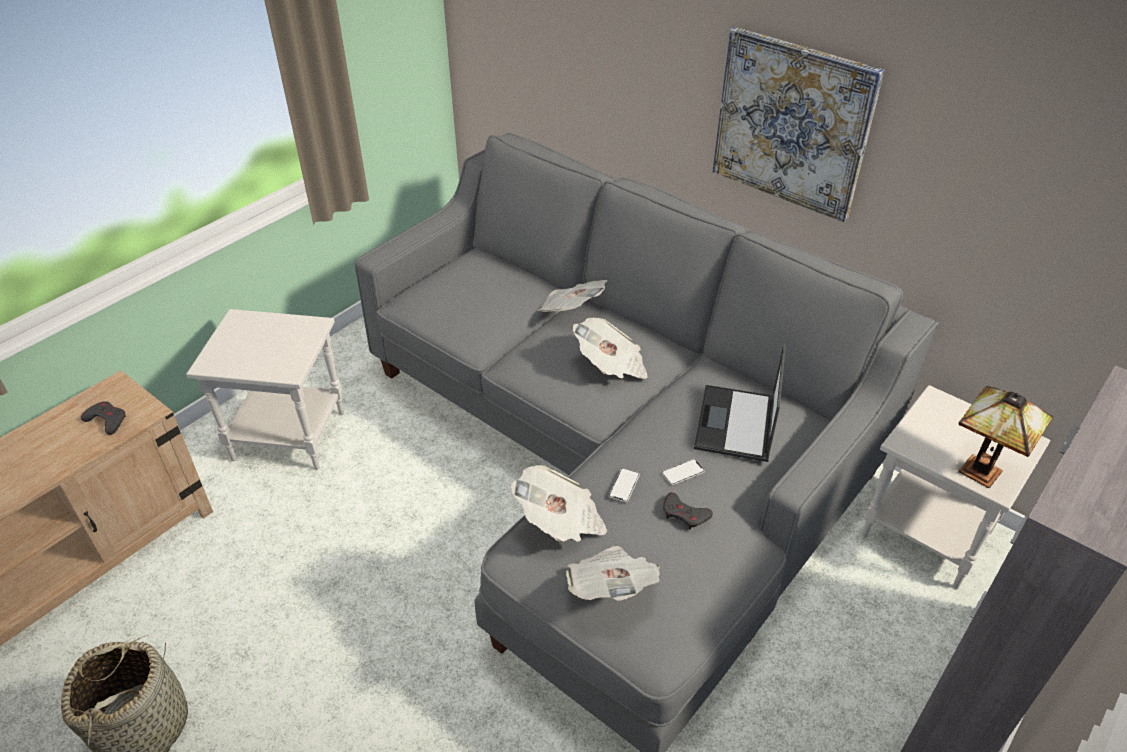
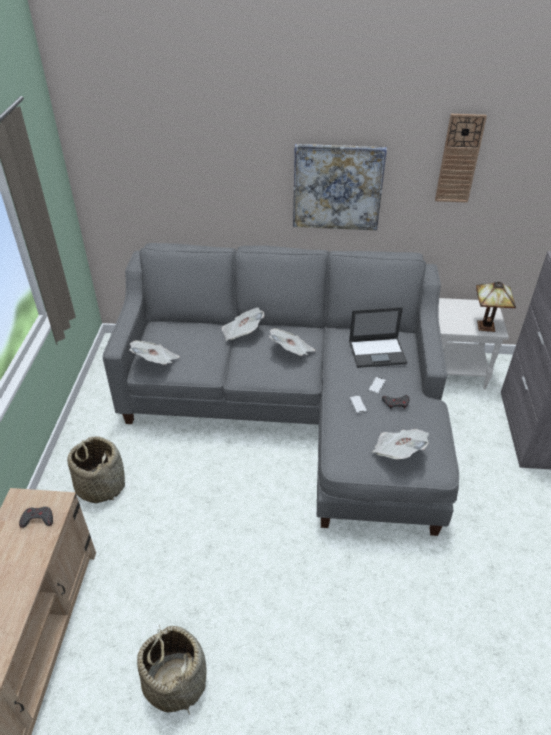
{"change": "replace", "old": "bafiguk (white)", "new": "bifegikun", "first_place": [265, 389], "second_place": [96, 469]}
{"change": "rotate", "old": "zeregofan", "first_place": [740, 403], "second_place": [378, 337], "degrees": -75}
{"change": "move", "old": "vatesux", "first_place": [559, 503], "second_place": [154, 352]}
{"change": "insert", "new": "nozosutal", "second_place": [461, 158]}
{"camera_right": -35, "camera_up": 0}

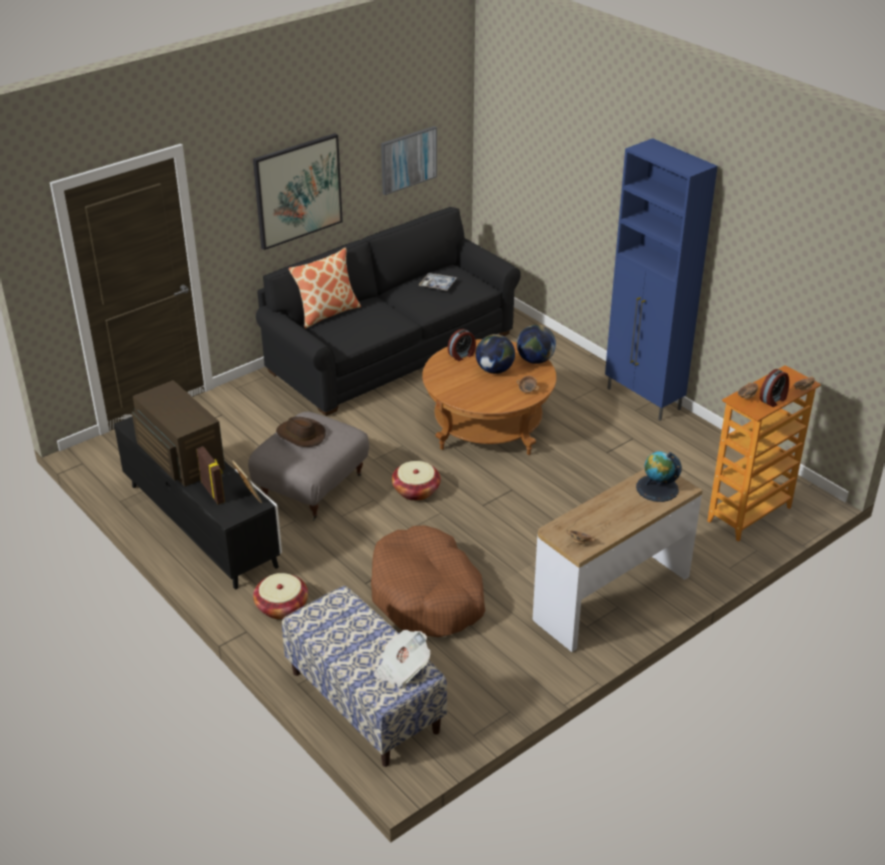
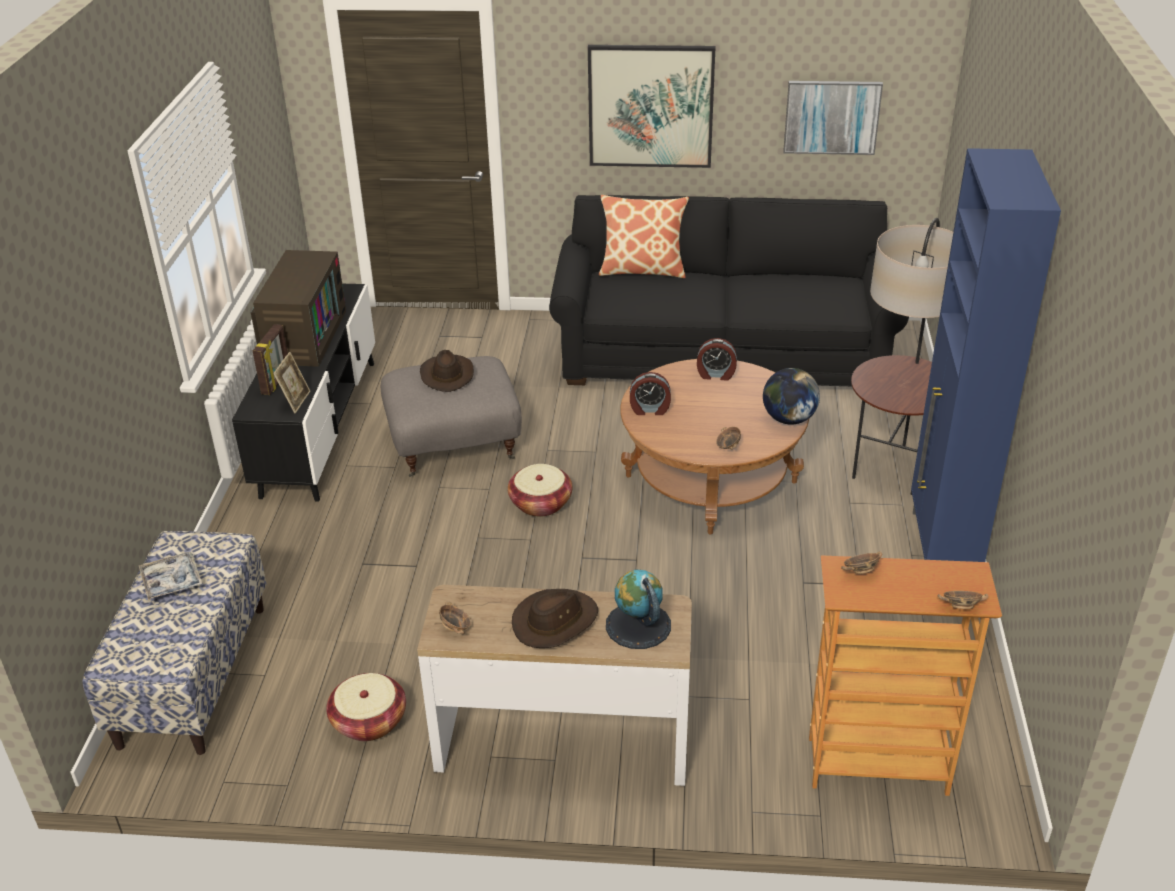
{"change": "move", "old": "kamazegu", "first_place": [437, 282], "second_place": [170, 576]}
{"change": "delete", "old": "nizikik", "first_place": [495, 354]}
{"change": "move", "old": "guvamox", "first_place": [774, 388], "second_place": [650, 393]}
{"change": "delete", "old": "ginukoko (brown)", "first_place": [428, 581]}
{"change": "move", "old": "bifegikun", "first_place": [280, 596], "second_place": [366, 707]}
{"change": "delete", "old": "vatesux", "first_place": [402, 658]}
{"change": "insert", "new": "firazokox", "second_place": [902, 356]}
{"change": "insert", "new": "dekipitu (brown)", "second_place": [555, 618]}
{"camera_right": 45, "camera_up": 0}

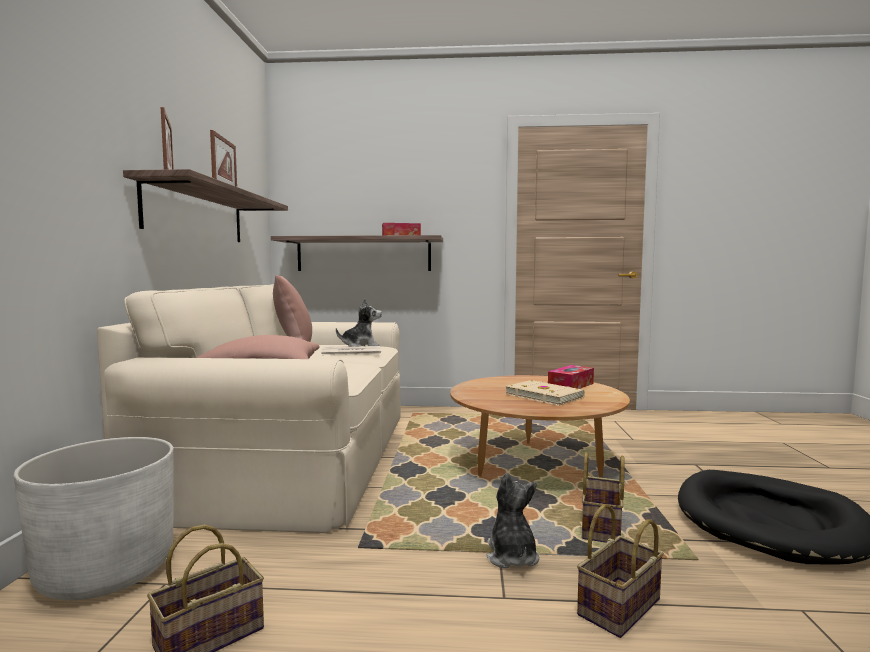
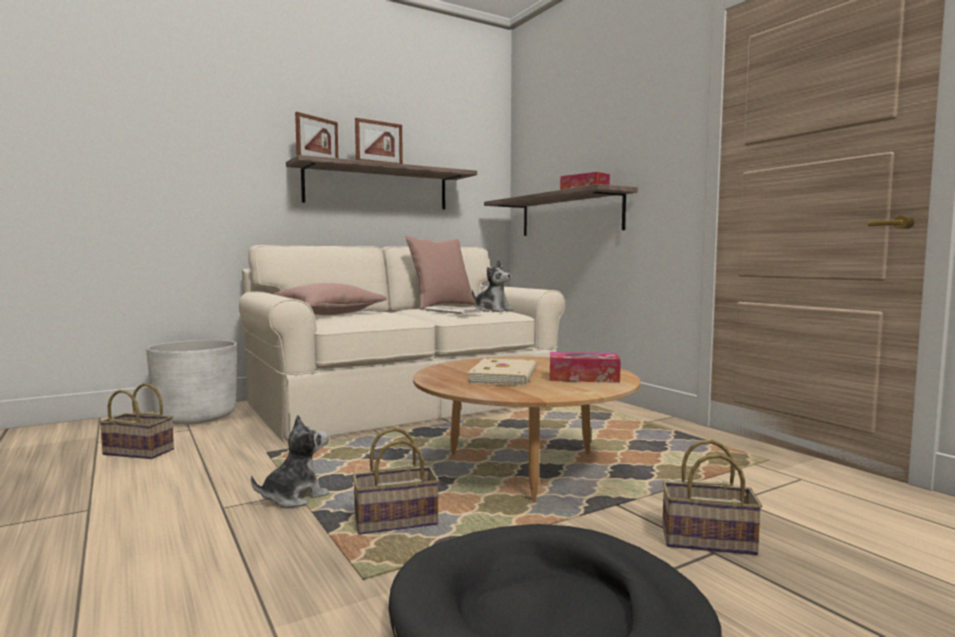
{"change": "move", "old": "bifegikun", "first_place": [620, 571], "second_place": [712, 497]}
{"camera_right": 55, "camera_up": 0}

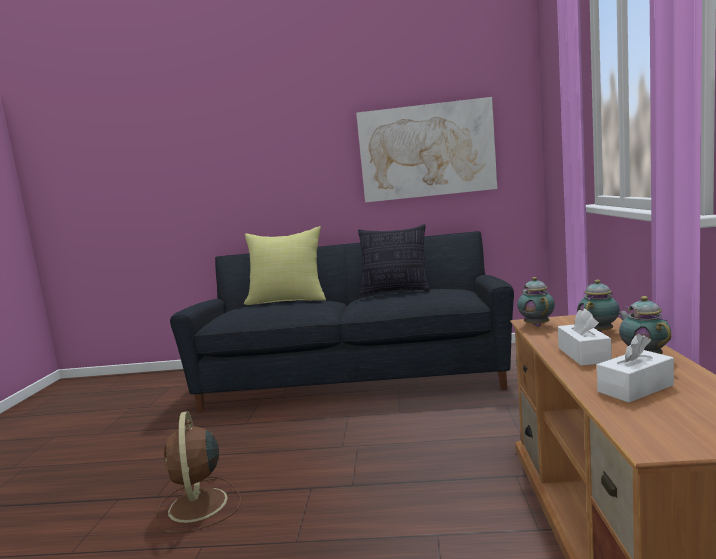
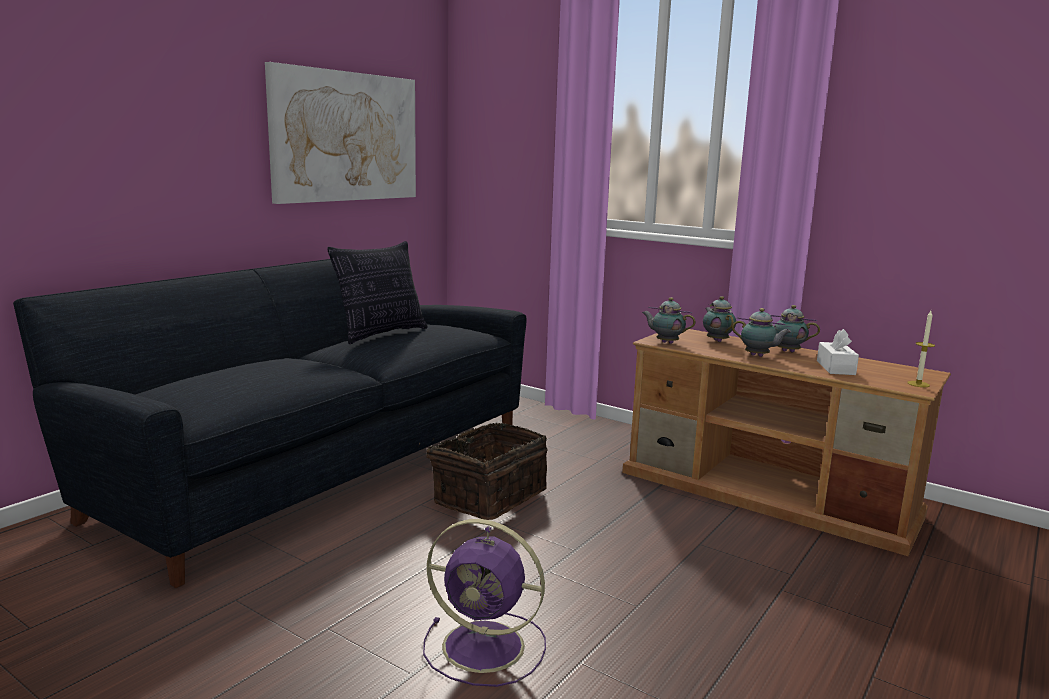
{"change": "delete", "old": "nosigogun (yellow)", "first_place": [285, 265]}
{"change": "replace", "old": "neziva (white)", "new": "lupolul", "first_place": [585, 337], "second_place": [761, 332]}
{"change": "recolor", "old": "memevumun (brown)", "new": "memevumun (purple)", "first_place": [198, 472], "second_place": [484, 603]}
{"change": "insert", "new": "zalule", "second_place": [921, 349]}
{"change": "insert", "new": "bifegikun", "second_place": [483, 471]}
{"camera_right": -60, "camera_up": 5}

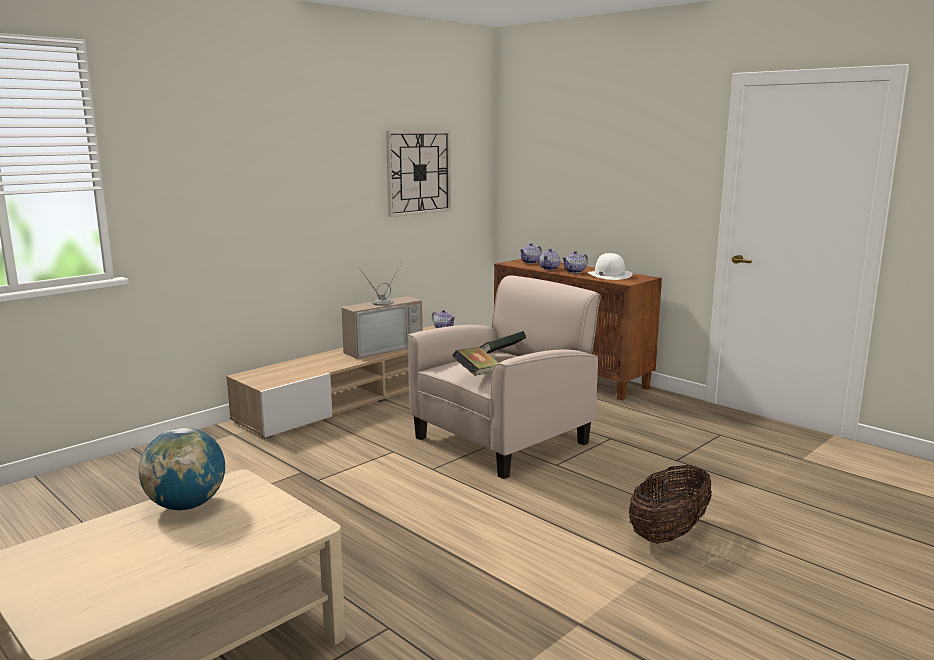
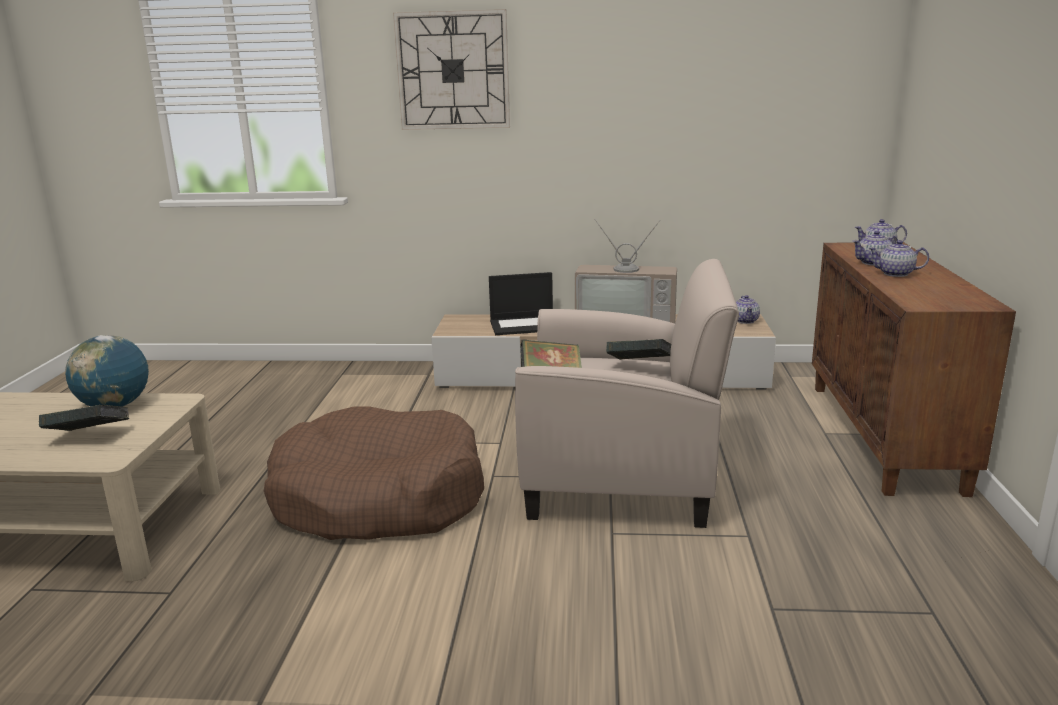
{"change": "move", "old": "nozosutal", "first_place": [418, 173], "second_place": [451, 69]}
{"change": "delete", "old": "dekipitu (white)", "first_place": [610, 266]}
{"change": "delete", "old": "bifegikun", "first_place": [670, 504]}
{"change": "insert", "new": "zeregofan", "second_place": [521, 303]}
{"change": "insert", "new": "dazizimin", "second_place": [84, 418]}
{"change": "insert", "new": "ginukoko (brown)", "second_place": [374, 473]}
{"camera_right": 50, "camera_up": 5}

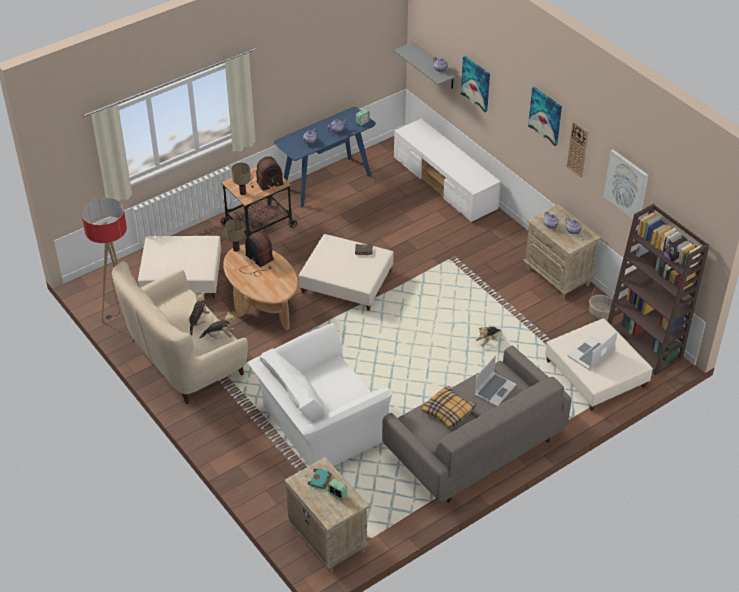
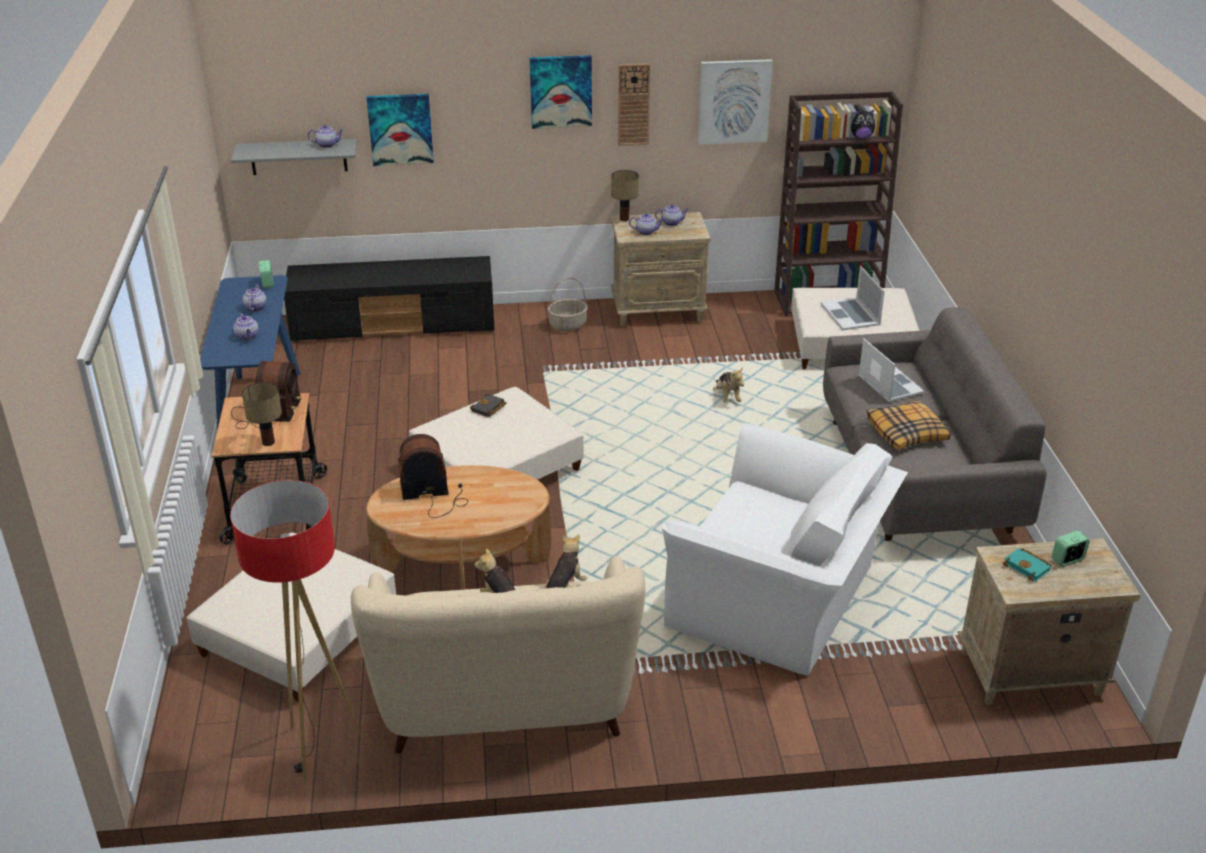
{"change": "recolor", "old": "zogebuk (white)", "new": "zogebuk (black)", "first_place": [447, 170], "second_place": [389, 299]}
{"change": "move", "old": "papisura", "first_place": [235, 235], "second_place": [625, 195]}
{"change": "move", "old": "bifegikun", "first_place": [603, 302], "second_place": [568, 304]}
{"change": "rotate", "old": "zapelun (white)", "first_place": [320, 394], "second_place": [785, 549], "degrees": -60}
{"camera_right": -60, "camera_up": -10}

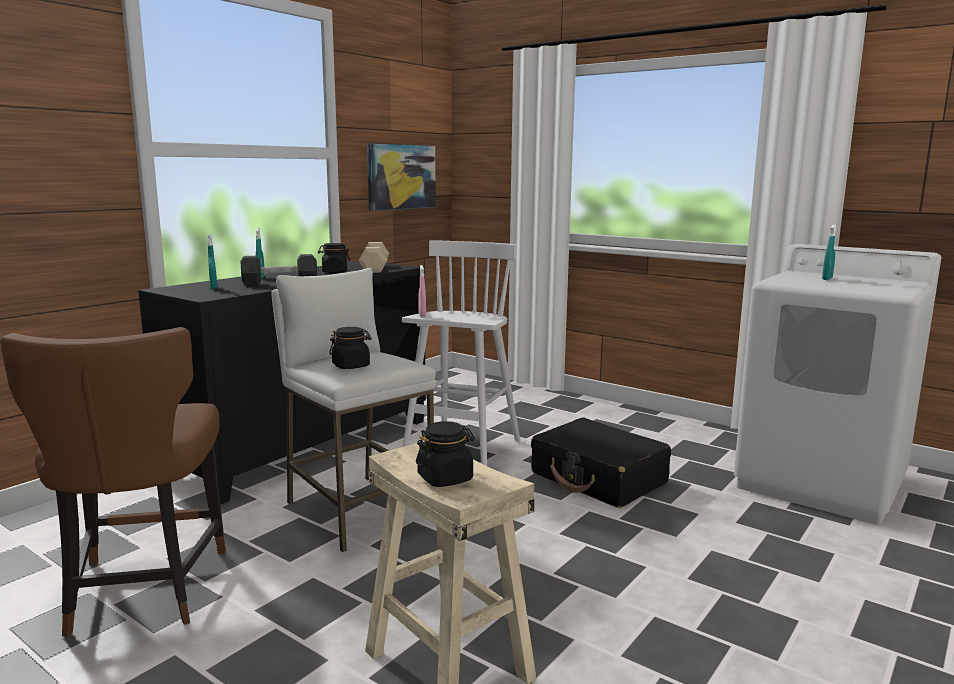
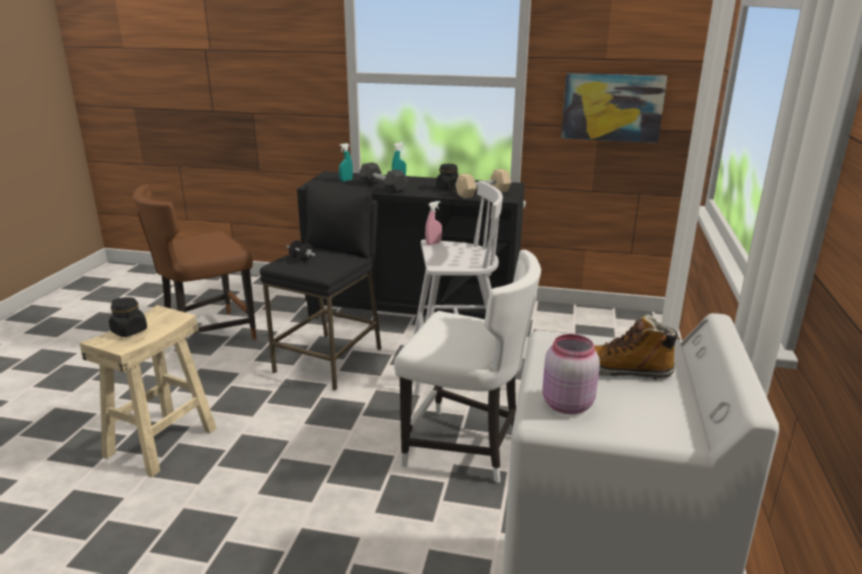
{"change": "replace", "old": "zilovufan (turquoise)", "new": "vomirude", "first_place": [829, 252], "second_place": [637, 346]}
{"change": "recolor", "old": "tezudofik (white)", "new": "tezudofik (black)", "first_place": [353, 410], "second_place": [320, 287]}
{"change": "replace", "old": "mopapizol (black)", "new": "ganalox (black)", "first_place": [350, 348], "second_place": [301, 250]}
{"change": "replace", "old": "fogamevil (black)", "new": "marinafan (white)", "first_place": [601, 462], "second_place": [467, 366]}
{"change": "insert", "new": "mopapizol (pink)", "second_place": [571, 374]}
{"camera_right": 65, "camera_up": 10}

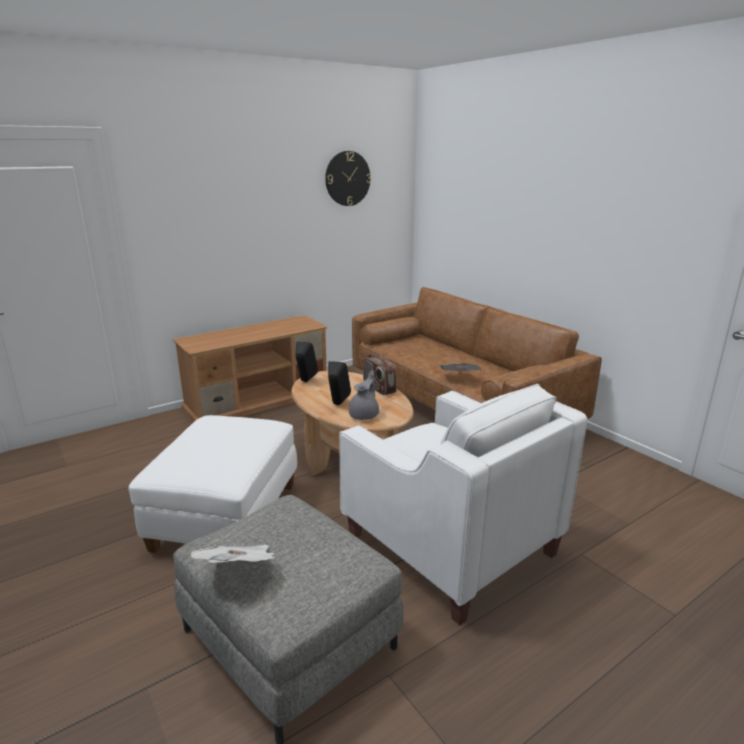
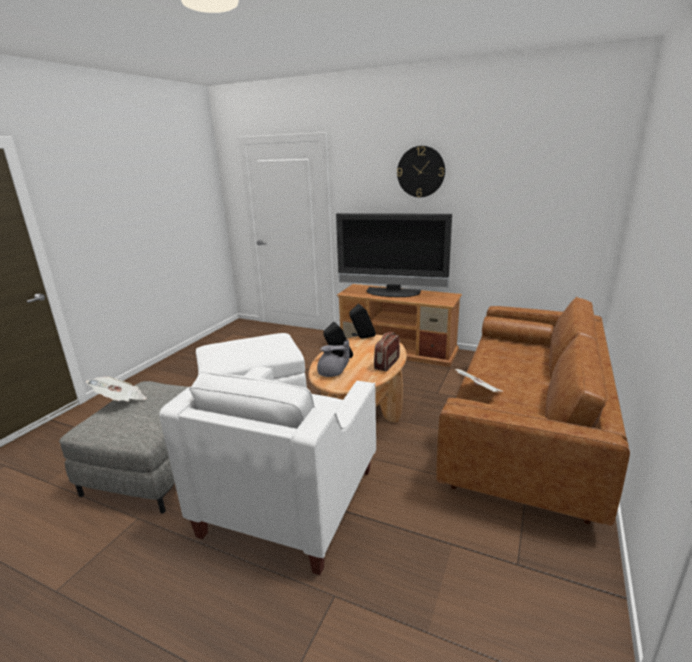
{"change": "move", "old": "nozosutal", "first_place": [348, 178], "second_place": [421, 171]}
{"change": "insert", "new": "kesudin", "second_place": [394, 255]}
{"camera_right": 60, "camera_up": 0}

